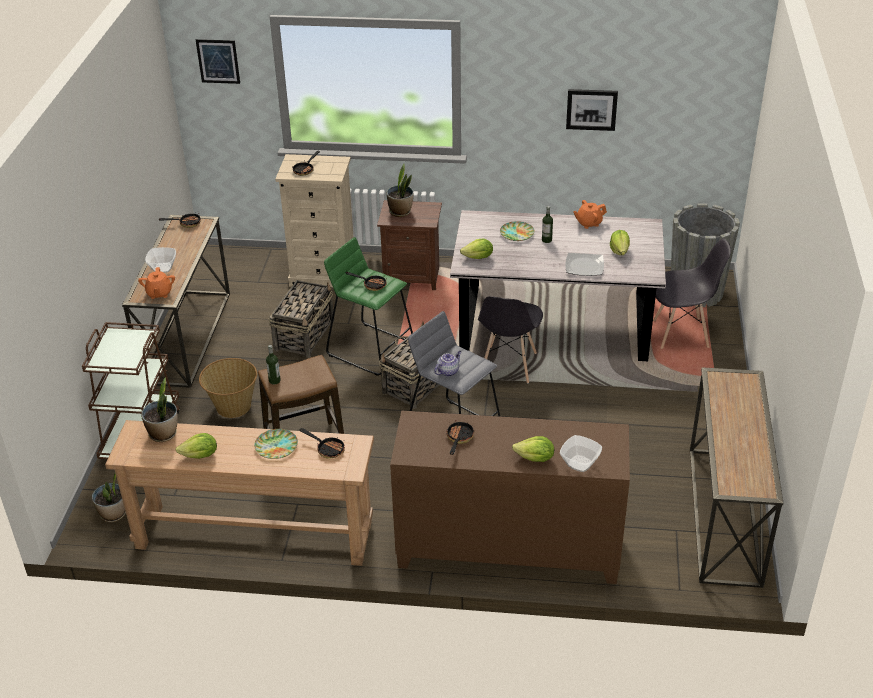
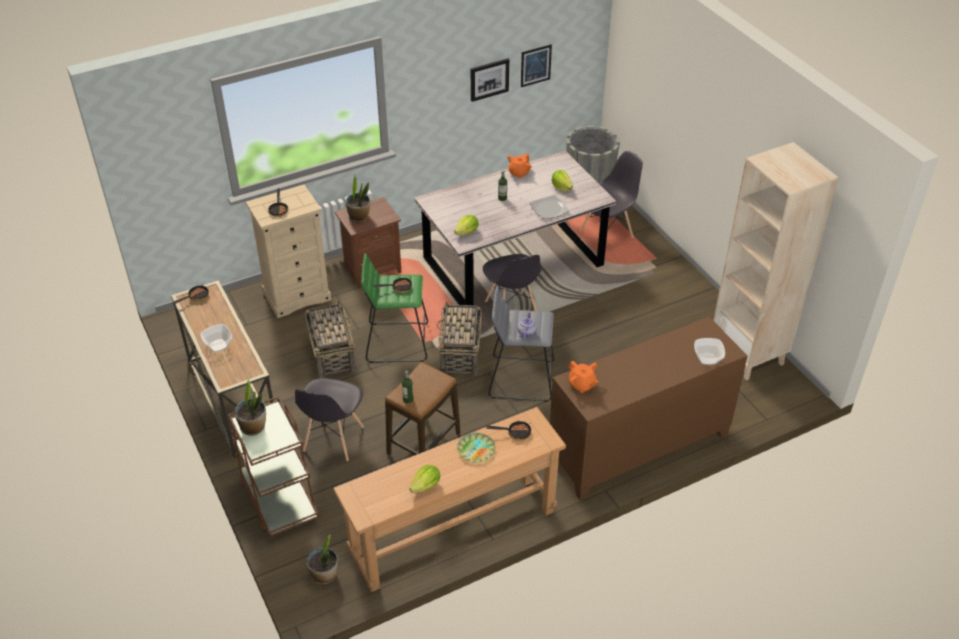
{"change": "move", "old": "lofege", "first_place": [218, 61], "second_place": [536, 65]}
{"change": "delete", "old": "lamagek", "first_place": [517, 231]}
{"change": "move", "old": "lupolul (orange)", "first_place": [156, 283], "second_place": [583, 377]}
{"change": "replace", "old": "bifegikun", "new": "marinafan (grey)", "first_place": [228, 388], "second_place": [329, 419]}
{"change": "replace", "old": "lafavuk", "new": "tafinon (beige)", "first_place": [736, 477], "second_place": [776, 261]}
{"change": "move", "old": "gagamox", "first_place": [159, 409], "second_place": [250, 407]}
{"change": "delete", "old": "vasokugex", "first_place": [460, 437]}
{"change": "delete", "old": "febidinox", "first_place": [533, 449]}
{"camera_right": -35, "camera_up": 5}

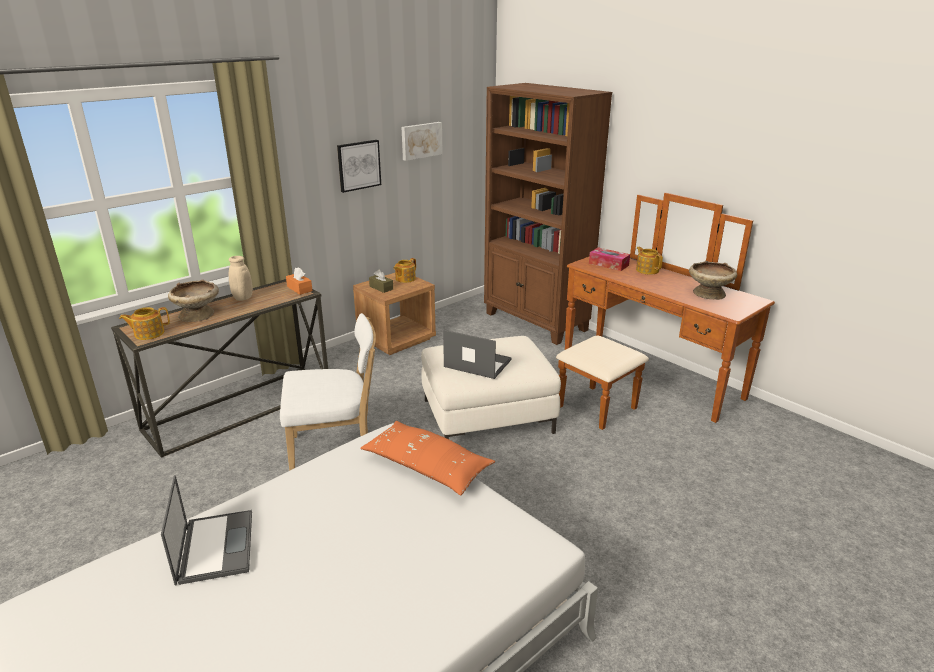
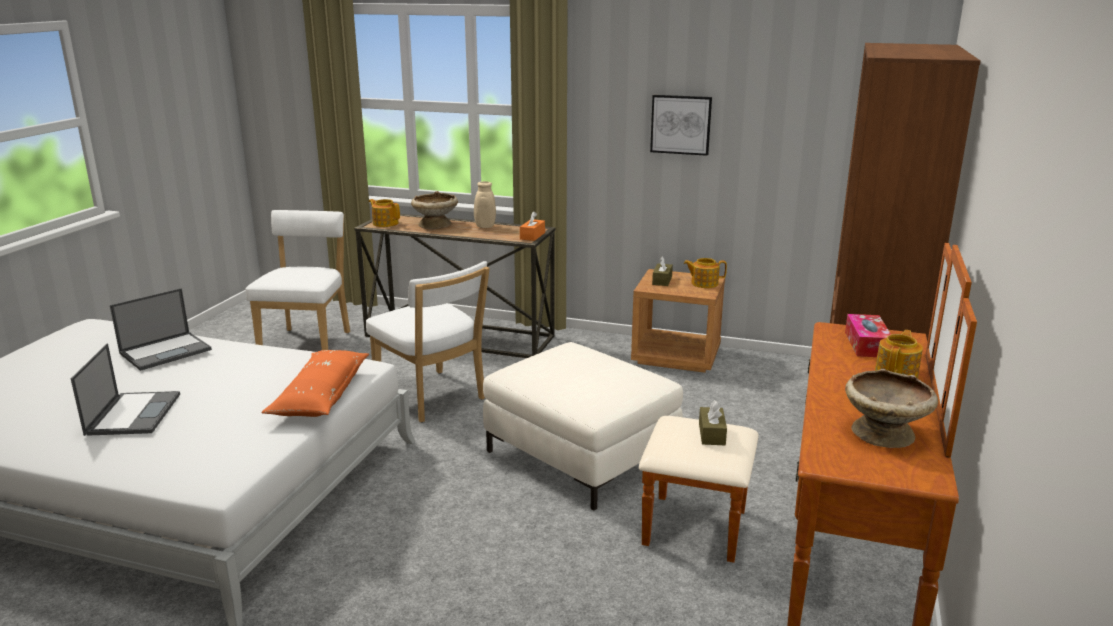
{"change": "delete", "old": "lofege", "first_place": [422, 141]}
{"change": "move", "old": "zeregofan", "first_place": [477, 354], "second_place": [125, 389]}
{"change": "insert", "new": "marinafan (white)", "second_place": [298, 280]}
{"change": "insert", "new": "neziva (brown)", "second_place": [713, 422]}
{"camera_right": 60, "camera_up": -5}

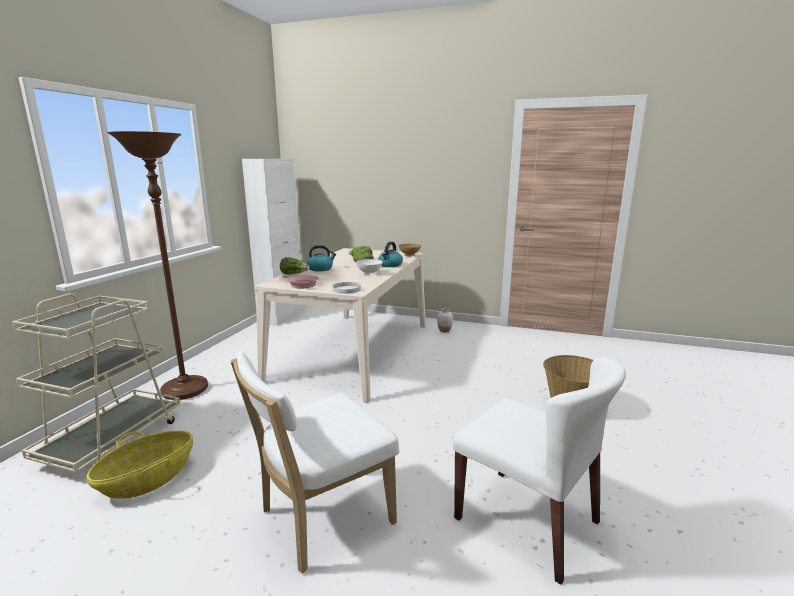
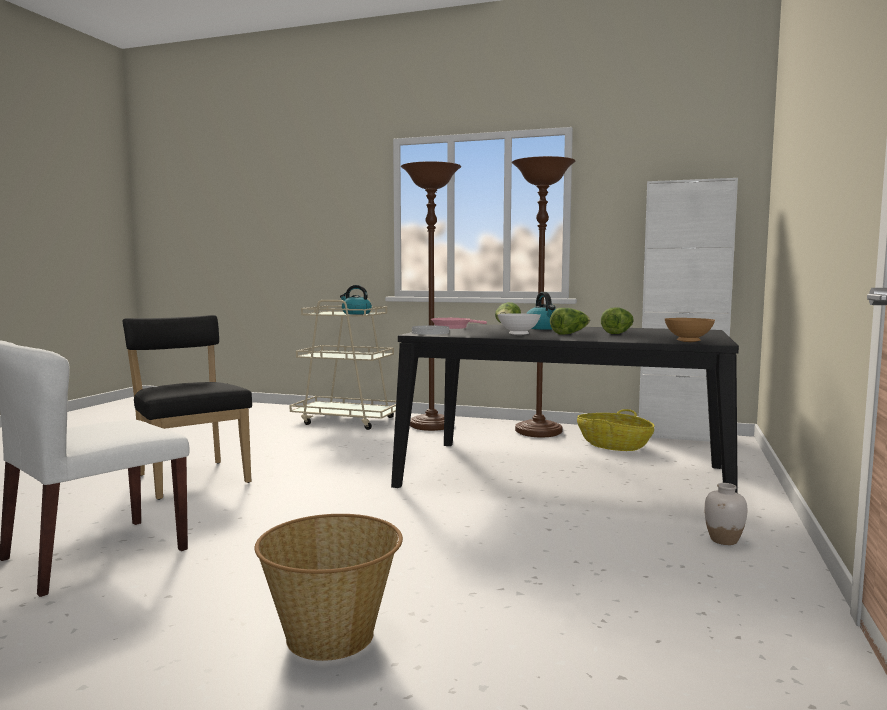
{"change": "move", "old": "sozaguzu", "first_place": [390, 254], "second_place": [356, 299]}
{"change": "recolor", "old": "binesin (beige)", "new": "binesin (black)", "first_place": [340, 325], "second_place": [565, 408]}
{"change": "recolor", "old": "marinafan (white)", "new": "marinafan (black)", "first_place": [315, 462], "second_place": [187, 407]}
{"change": "move", "old": "bifegikun", "first_place": [140, 465], "second_place": [616, 430]}
{"change": "insert", "new": "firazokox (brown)", "second_place": [544, 296]}
{"camera_right": 90, "camera_up": -10}

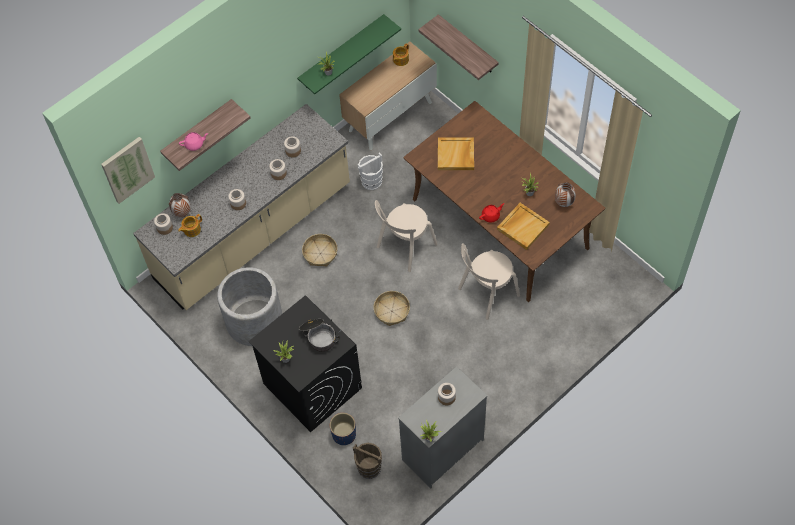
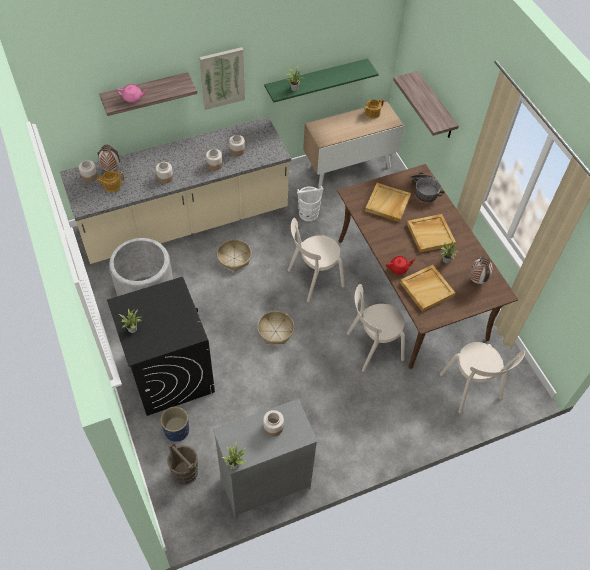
{"change": "move", "old": "lofege", "first_place": [128, 170], "second_place": [222, 78]}
{"change": "move", "old": "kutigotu", "first_place": [319, 335], "second_place": [426, 187]}
{"change": "insert", "new": "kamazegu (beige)", "second_place": [431, 233]}
{"change": "insert", "new": "marinafan (beige)", "second_place": [482, 377]}
{"camera_right": 15, "camera_up": -5}

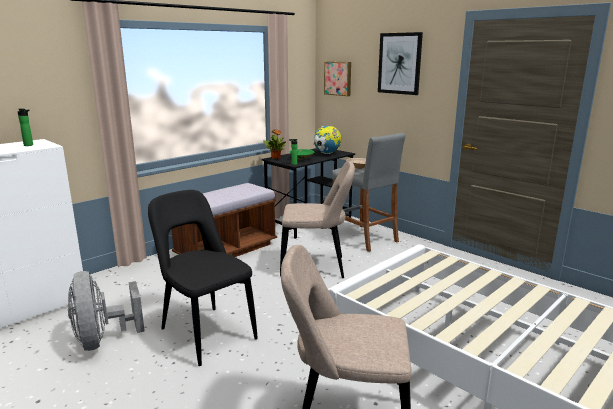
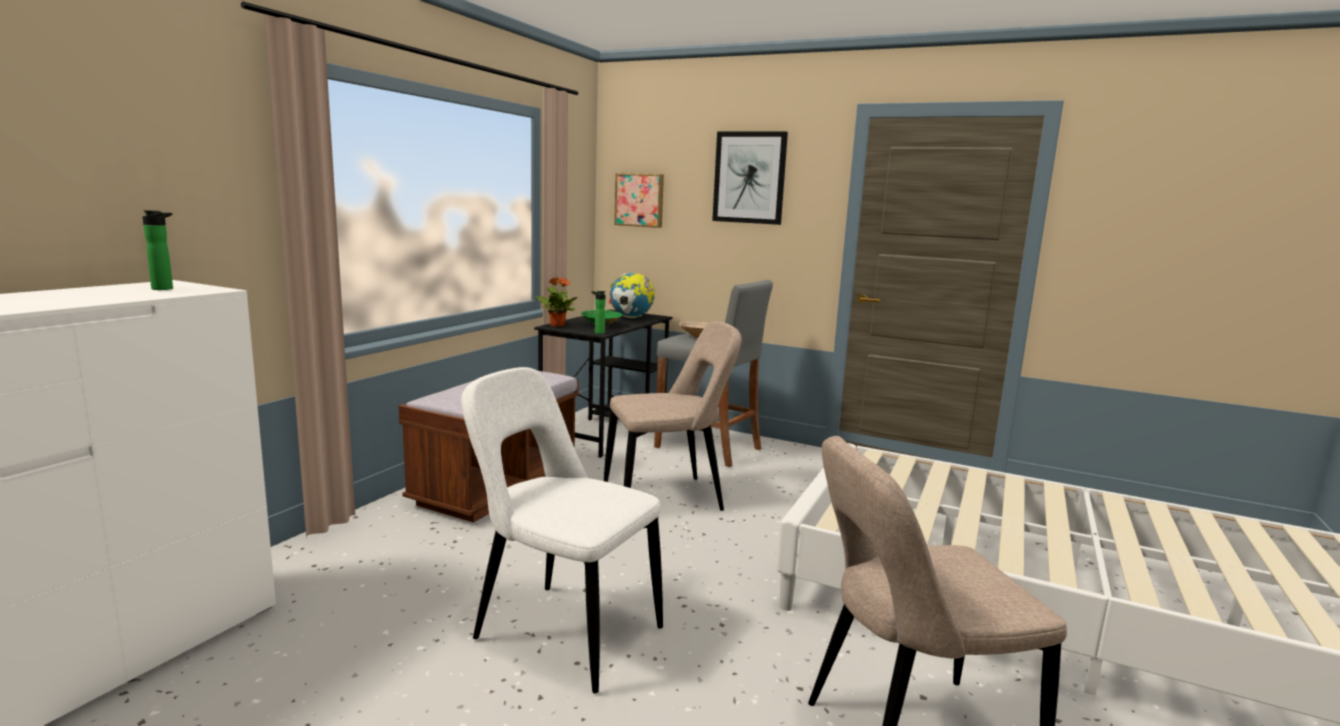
{"change": "recolor", "old": "marinafan (black)", "new": "marinafan (white)", "first_place": [203, 278], "second_place": [562, 530]}
{"change": "delete", "old": "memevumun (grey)", "first_place": [106, 311]}
{"camera_right": -20, "camera_up": -5}

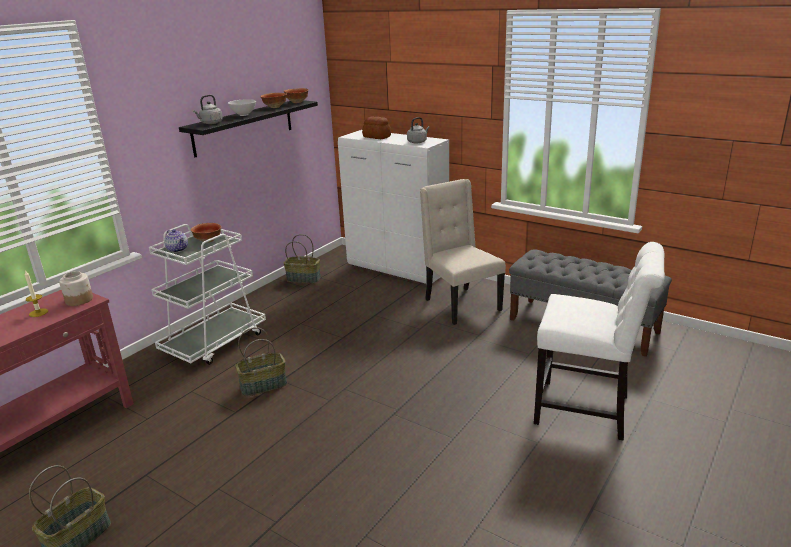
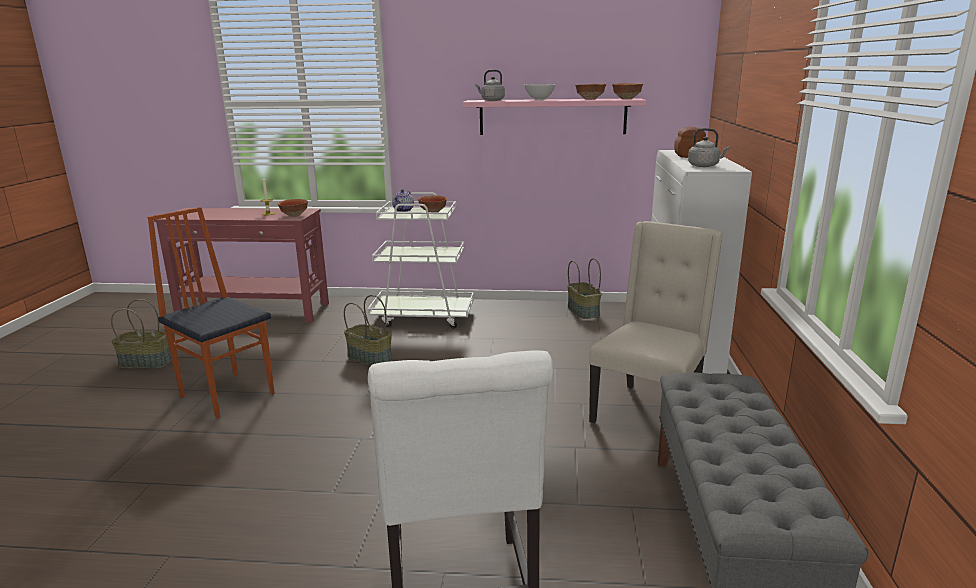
{"change": "recolor", "old": "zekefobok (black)", "new": "zekefobok (pink)", "first_place": [248, 128], "second_place": [554, 116]}
{"change": "replace", "old": "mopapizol", "new": "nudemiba", "first_place": [76, 288], "second_place": [292, 208]}
{"change": "insert", "new": "marinafan", "second_place": [211, 313]}
{"camera_right": 60, "camera_up": -5}

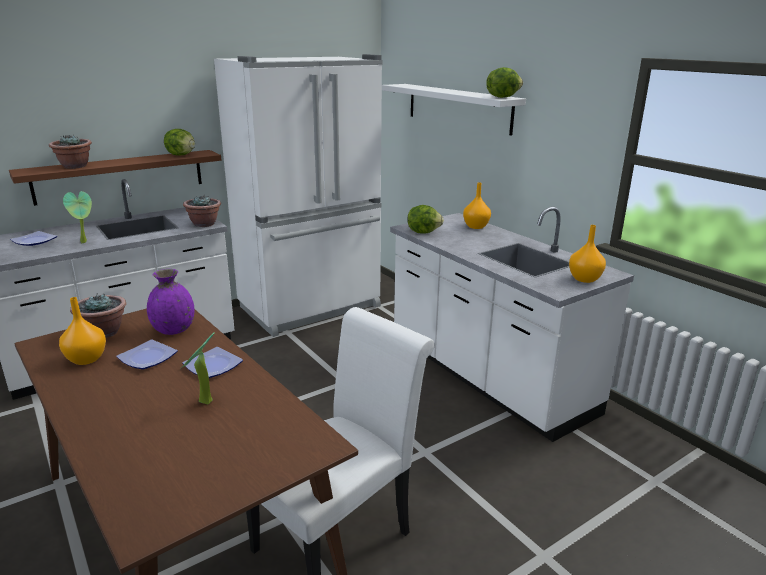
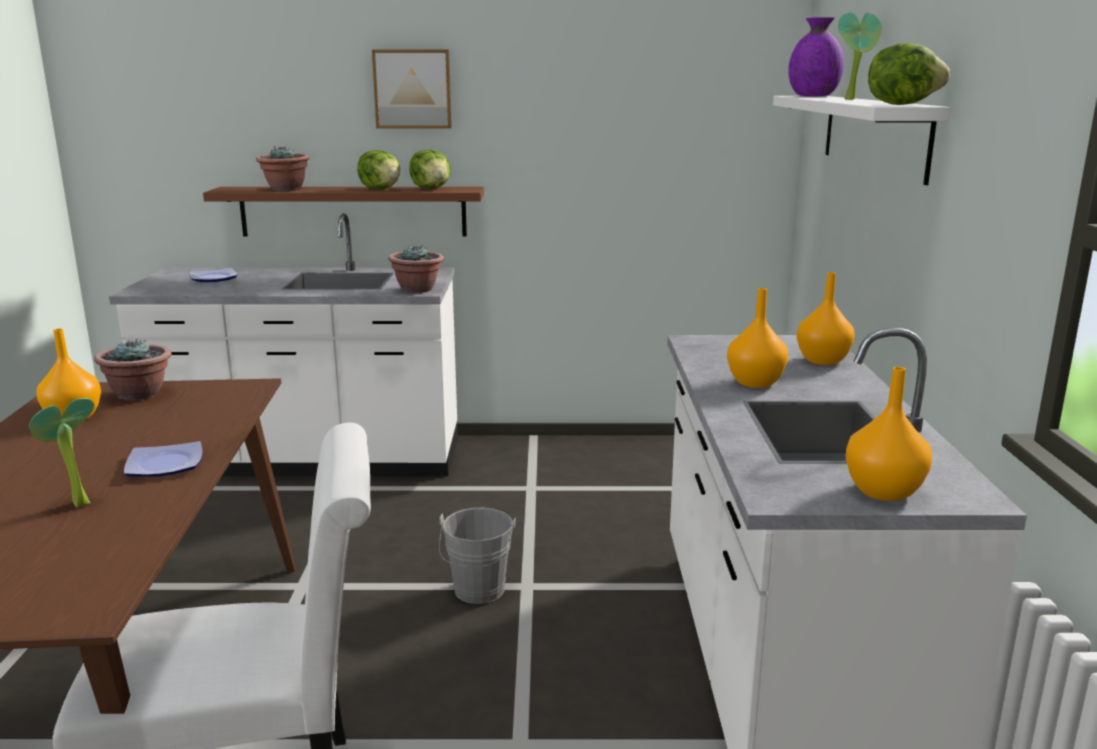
{"change": "delete", "old": "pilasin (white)", "first_place": [298, 195]}
{"change": "move", "old": "gagamox", "first_place": [77, 217], "second_place": [860, 56]}
{"change": "move", "old": "febidinox", "first_place": [425, 219], "second_place": [379, 169]}
{"change": "move", "old": "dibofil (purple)", "first_place": [170, 302], "second_place": [816, 57]}
{"change": "delete", "old": "lamagek", "first_place": [147, 354]}
{"change": "insert", "new": "lofege", "second_place": [412, 89]}
{"change": "insert", "new": "dibofil (orange)", "second_place": [757, 338]}
{"change": "insert", "new": "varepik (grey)", "second_place": [477, 556]}
{"camera_right": 35, "camera_up": -5}

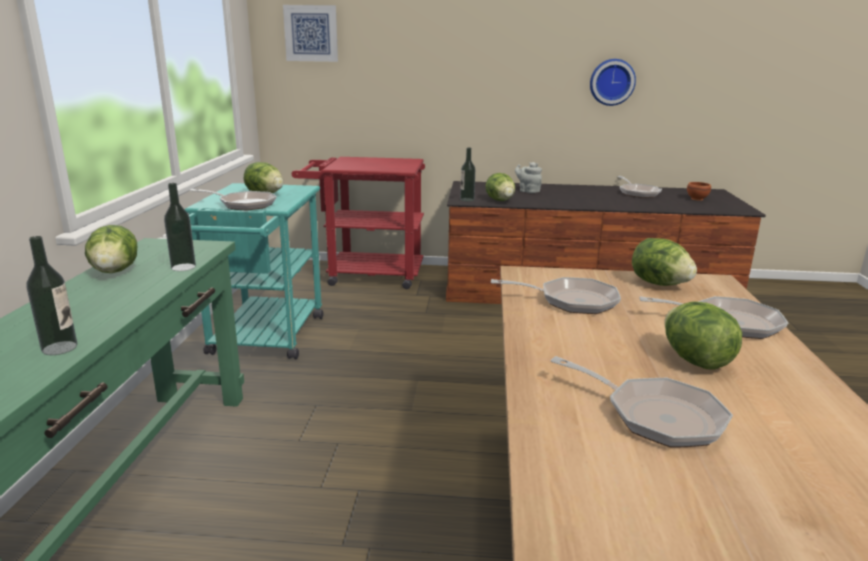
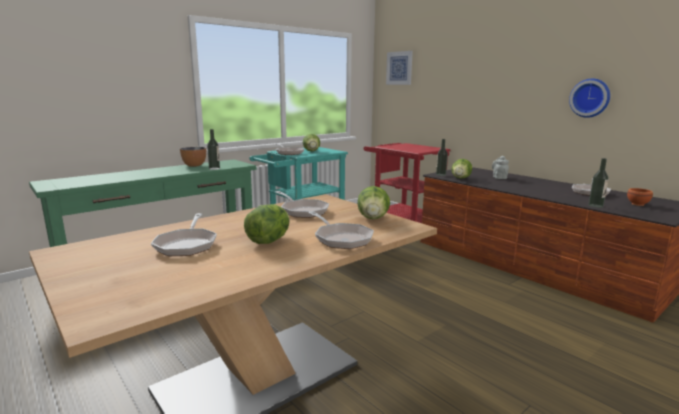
{"change": "replace", "old": "febidinox", "new": "nudemiba", "first_place": [111, 249], "second_place": [193, 157]}
{"change": "move", "old": "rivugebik", "first_place": [51, 295], "second_place": [598, 183]}
{"camera_right": 45, "camera_up": -5}

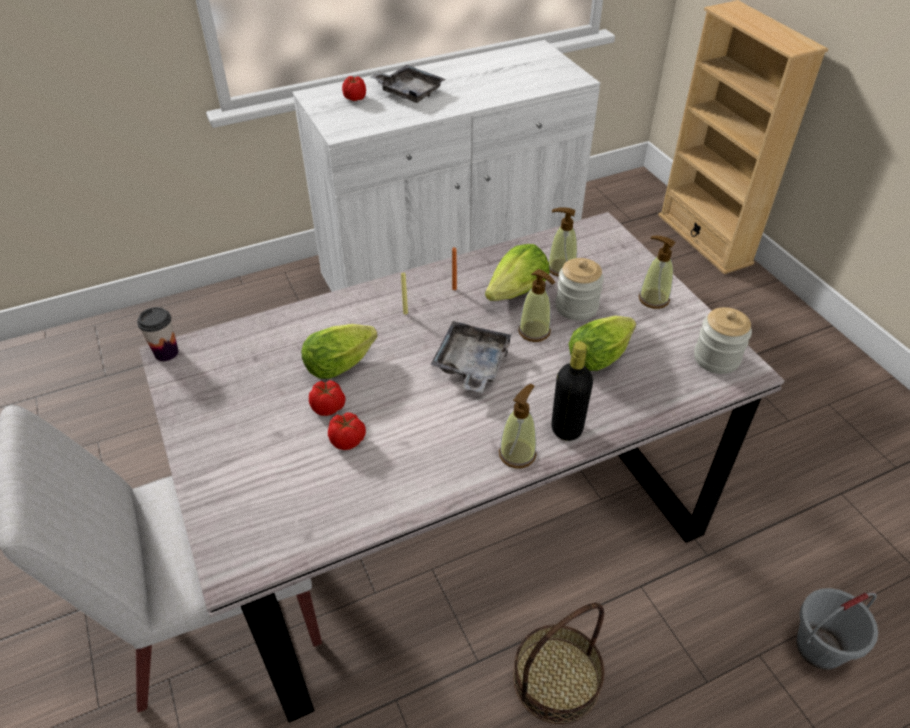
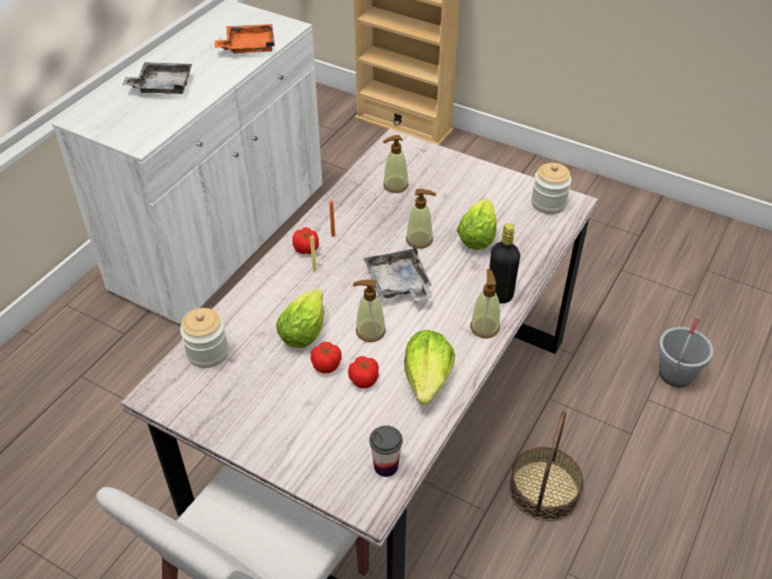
{"change": "move", "old": "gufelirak", "first_place": [354, 88], "second_place": [305, 240]}
{"change": "move", "old": "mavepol", "first_place": [657, 272], "second_place": [369, 311]}
{"change": "move", "old": "febidinox", "first_place": [517, 272], "second_place": [429, 367]}
{"change": "move", "old": "mopapizol", "first_place": [580, 289], "second_place": [204, 338]}
{"change": "move", "old": "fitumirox", "first_place": [158, 334], "second_place": [386, 451]}
{"change": "insert", "new": "kamazegu (orange)", "second_place": [245, 39]}
{"camera_right": -35, "camera_up": 0}

